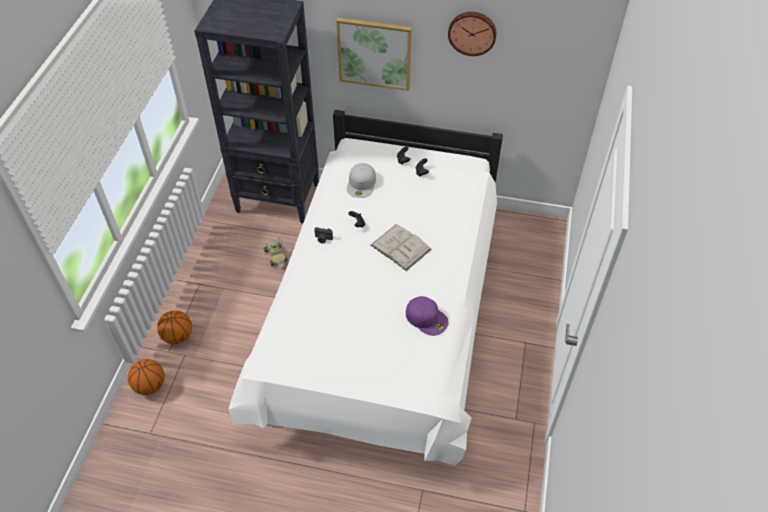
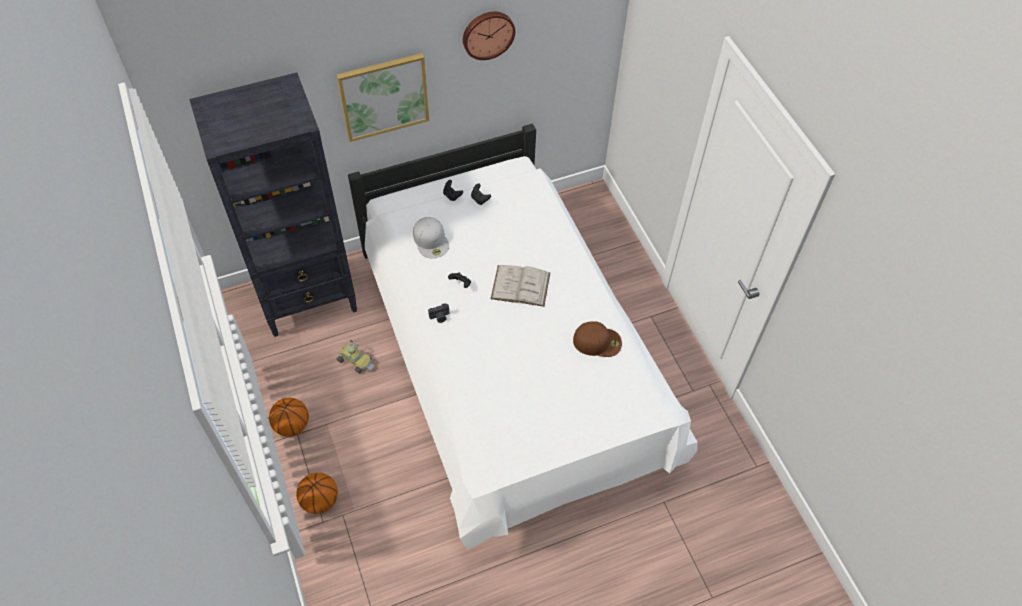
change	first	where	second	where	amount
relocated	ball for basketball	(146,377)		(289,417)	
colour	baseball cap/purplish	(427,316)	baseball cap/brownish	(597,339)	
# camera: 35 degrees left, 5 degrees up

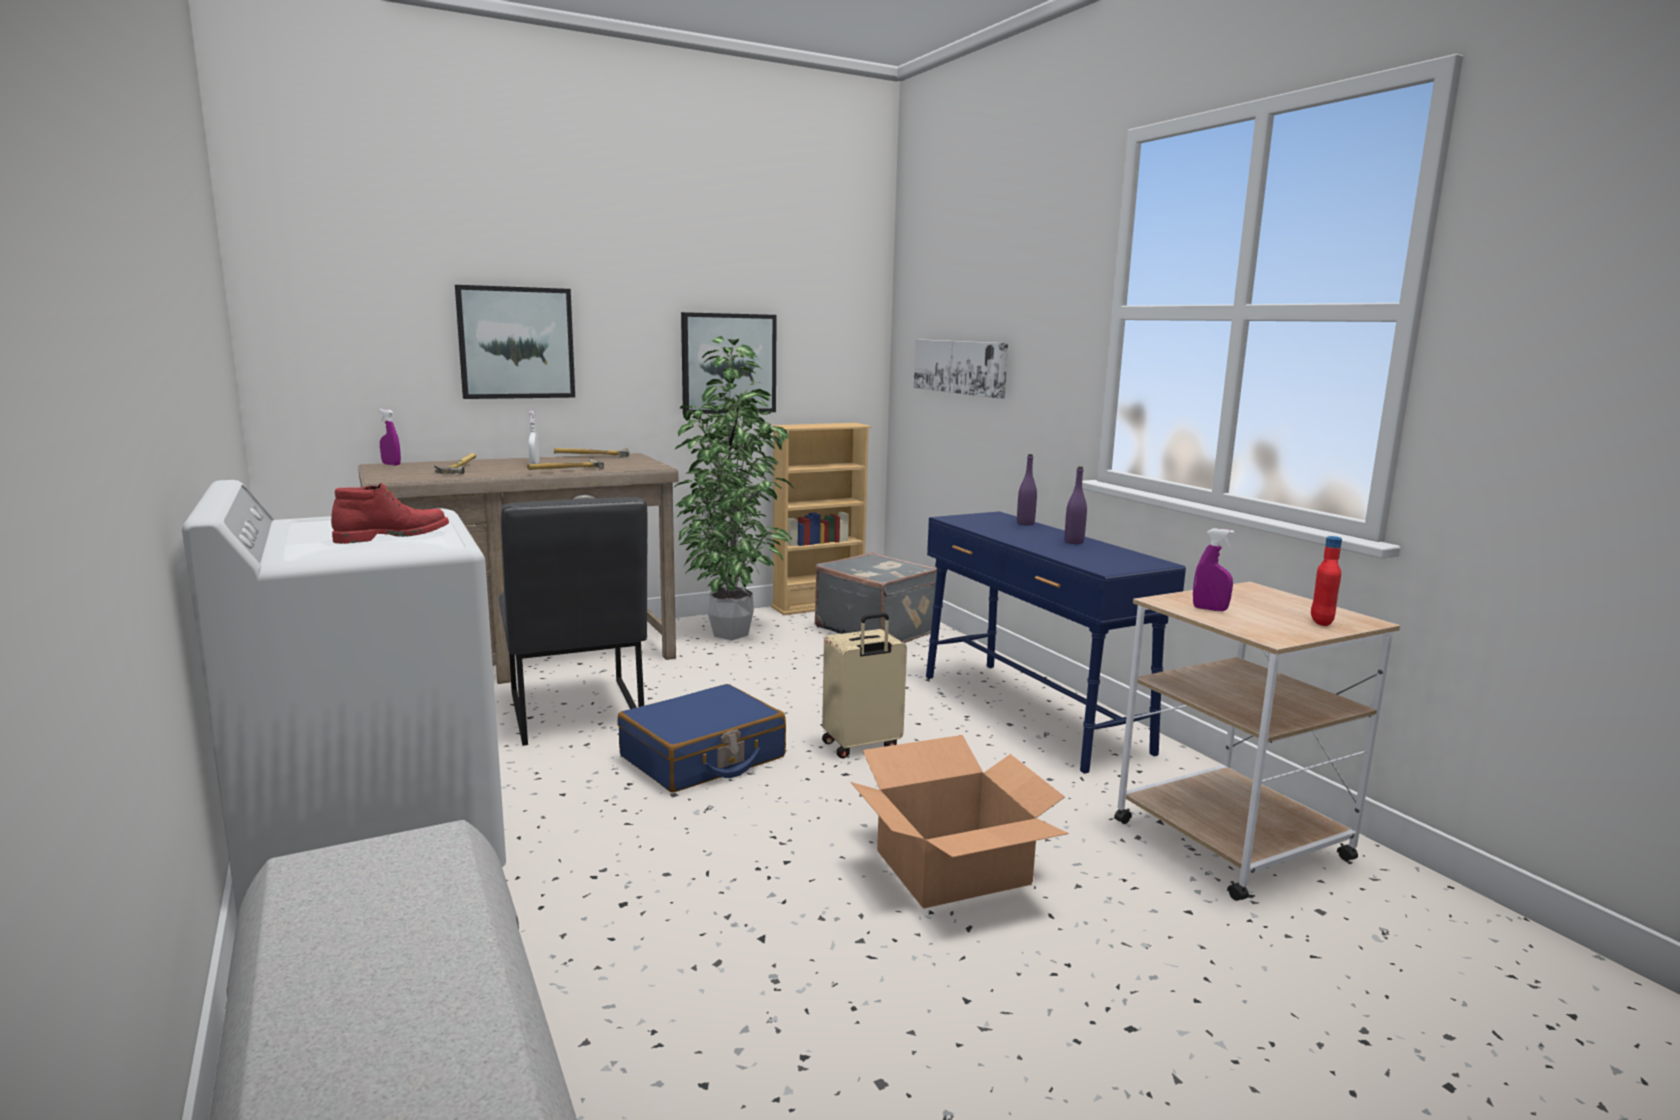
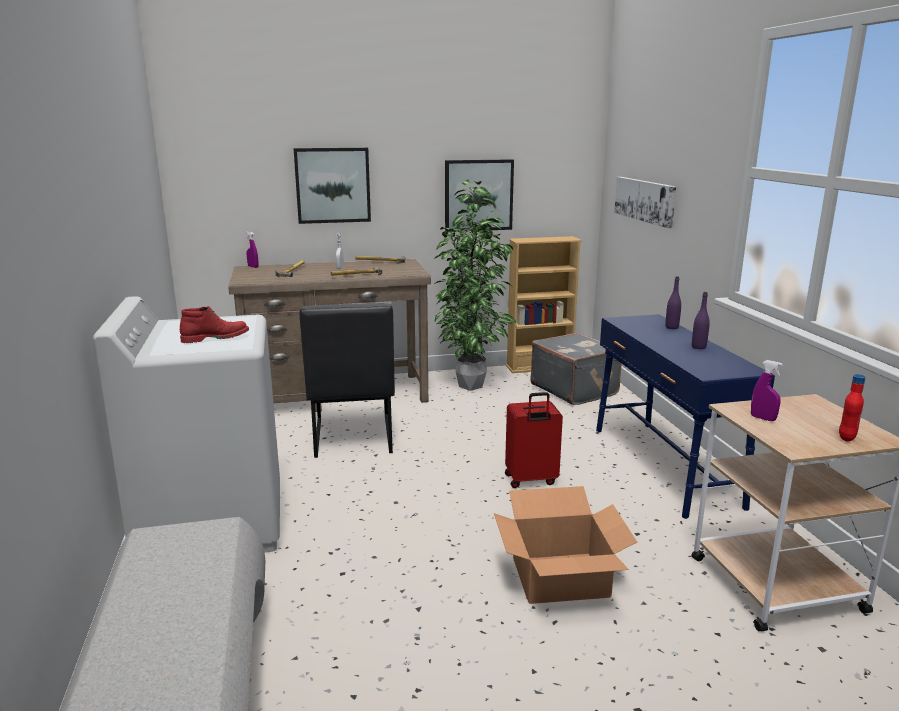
change	first	where	second	where	amount
missing	piece of luggage/bluish	(702,738)			
colour	piece of luggage/beige	(864,685)	piece of luggage/red	(534,440)	
# camera: 15 degrees right, 5 degrees up

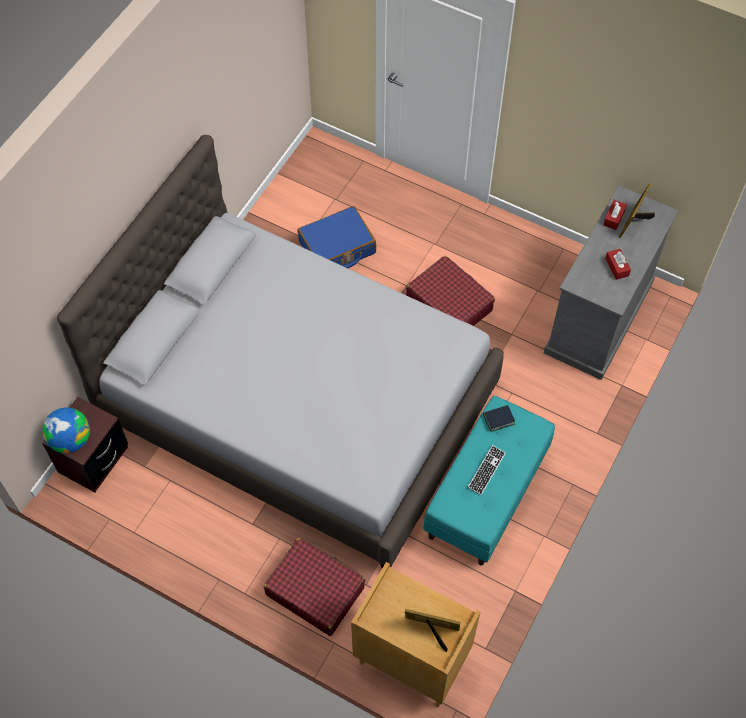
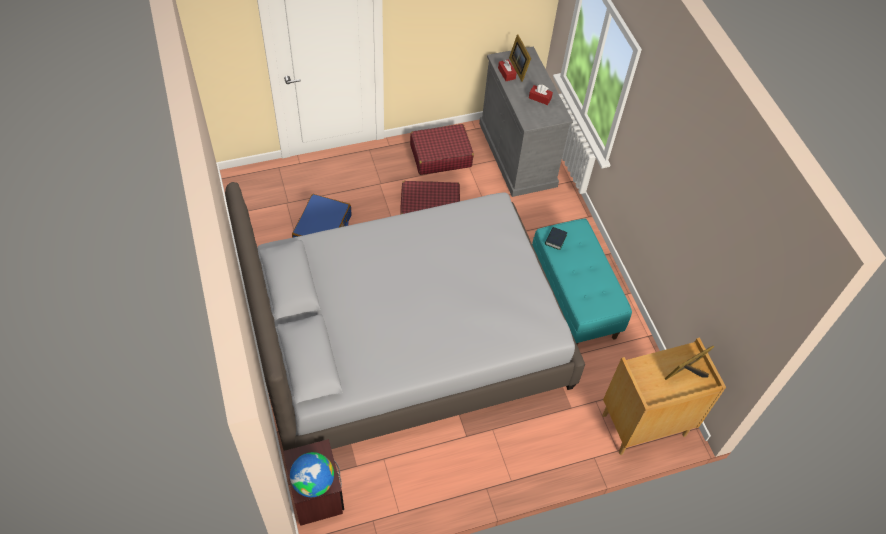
change	first	where	second	where	amount
relocated	piece of luggage/red	(314,587)		(442,149)	
missing	PC keyboard	(487,470)			
# camera: 50 degrees left, 5 degrees down

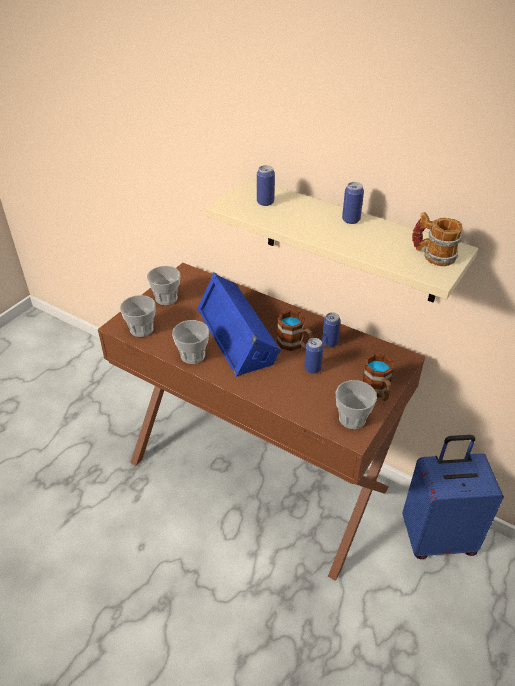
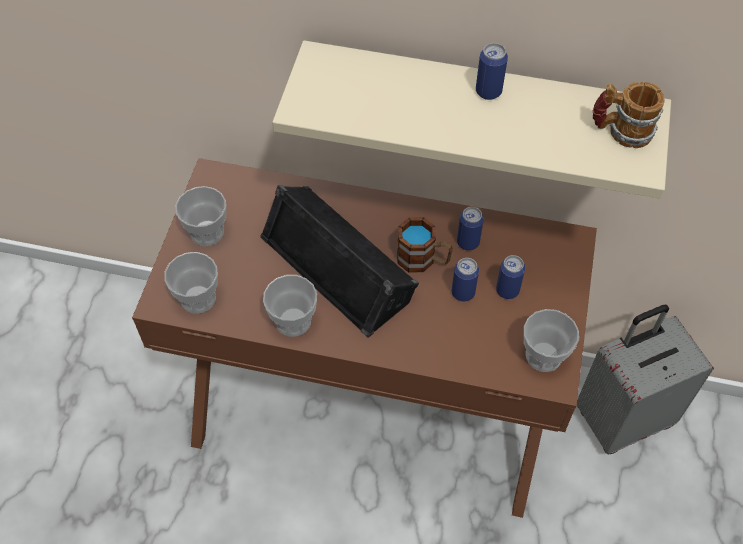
change	first	where	second	where	amount
colour	loudspeaker/bluish	(239,324)	loudspeaker/blackish	(339,261)	
relocated	can	(266,185)		(510,277)	
missing	coffee mug	(378,377)			
colour	piece of luggage/bluish	(453,497)	piece of luggage/grey	(645,379)	
# camera: 20 degrees left, 15 degrees up

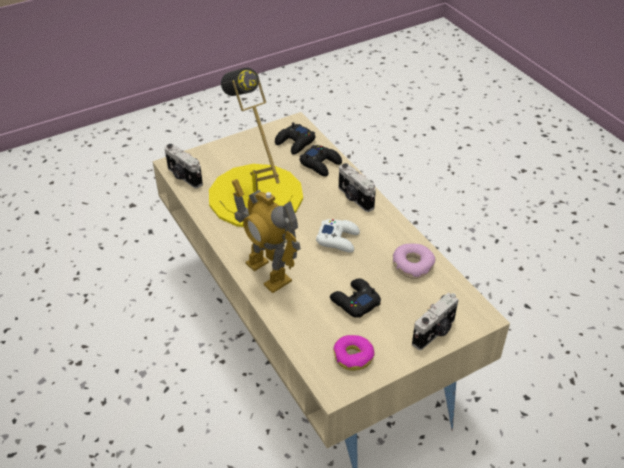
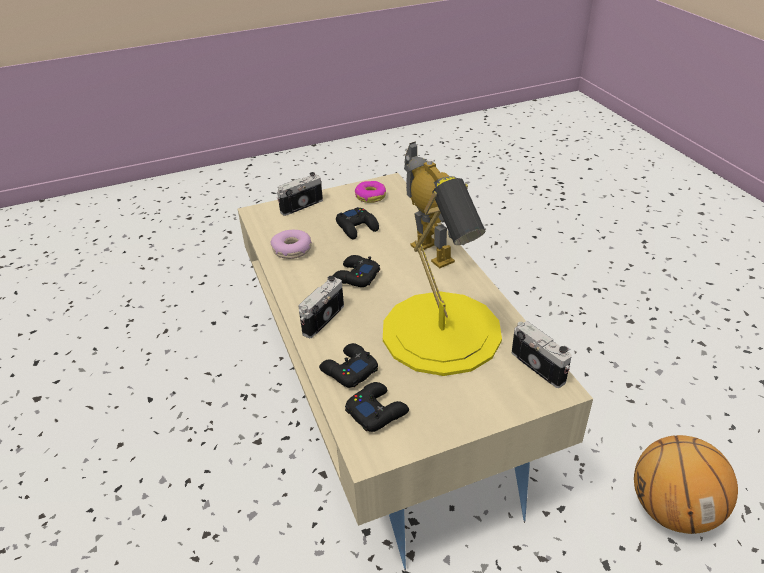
change	first	where	second	where	amount
colour	joypad/white	(338,236)	joypad/blackish	(356,271)	
spun	still camera	(357,187)		(321,307)	120 degrees counterclockwise
appeared			ball for basketball	(686,484)	
# camera: 170 degrees left, 5 degrees down

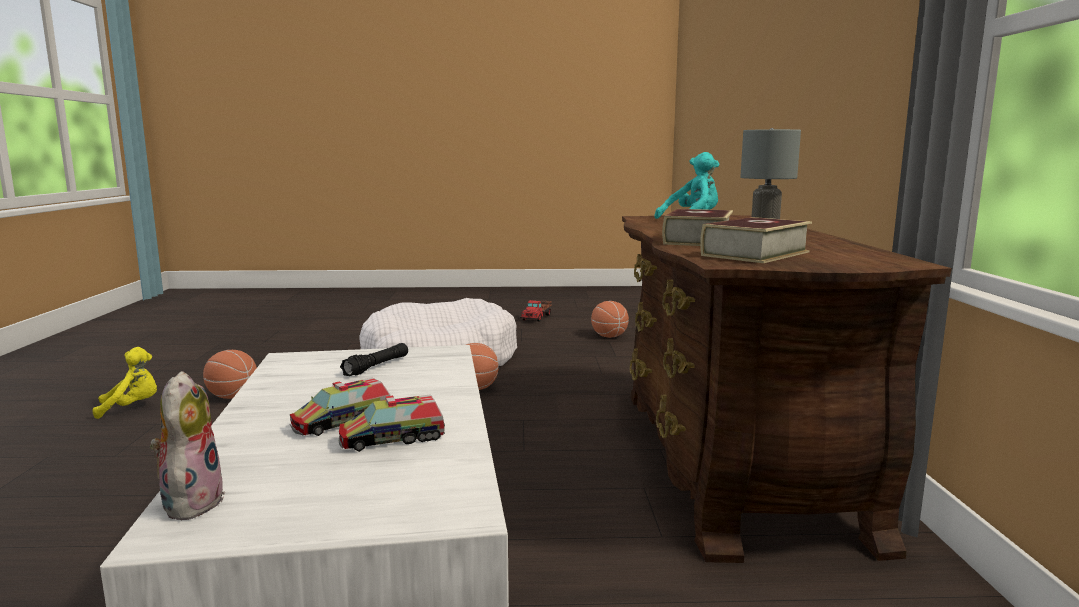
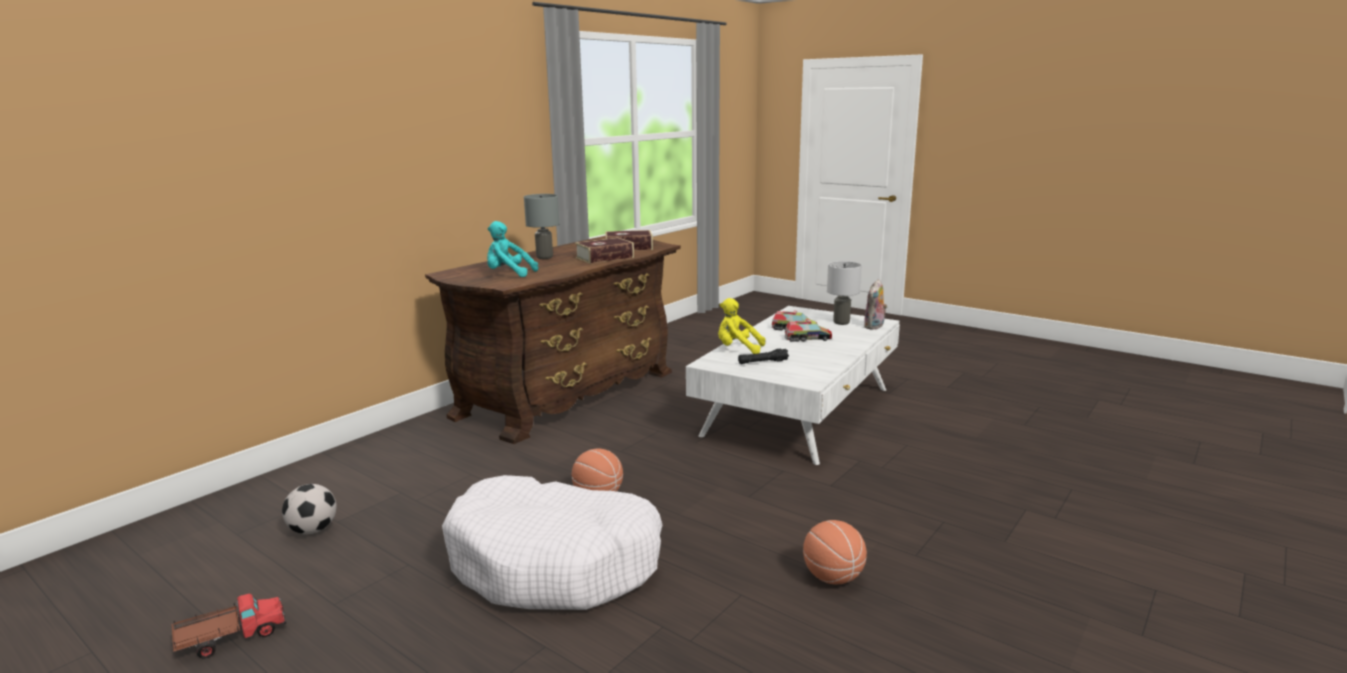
change	first	where	second	where	amount
relocated	cuddly toy/yellow	(124,383)		(742,326)	
exchanged	ball for basketball	(610,319)	football ball	(309,509)	
appeared			lamp for a table/white	(844,293)	
# camera: 140 degrees left, 5 degrees up

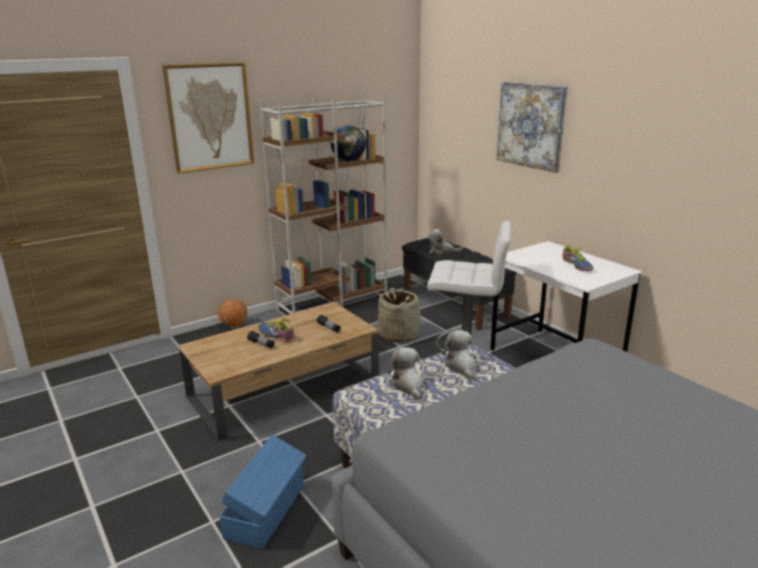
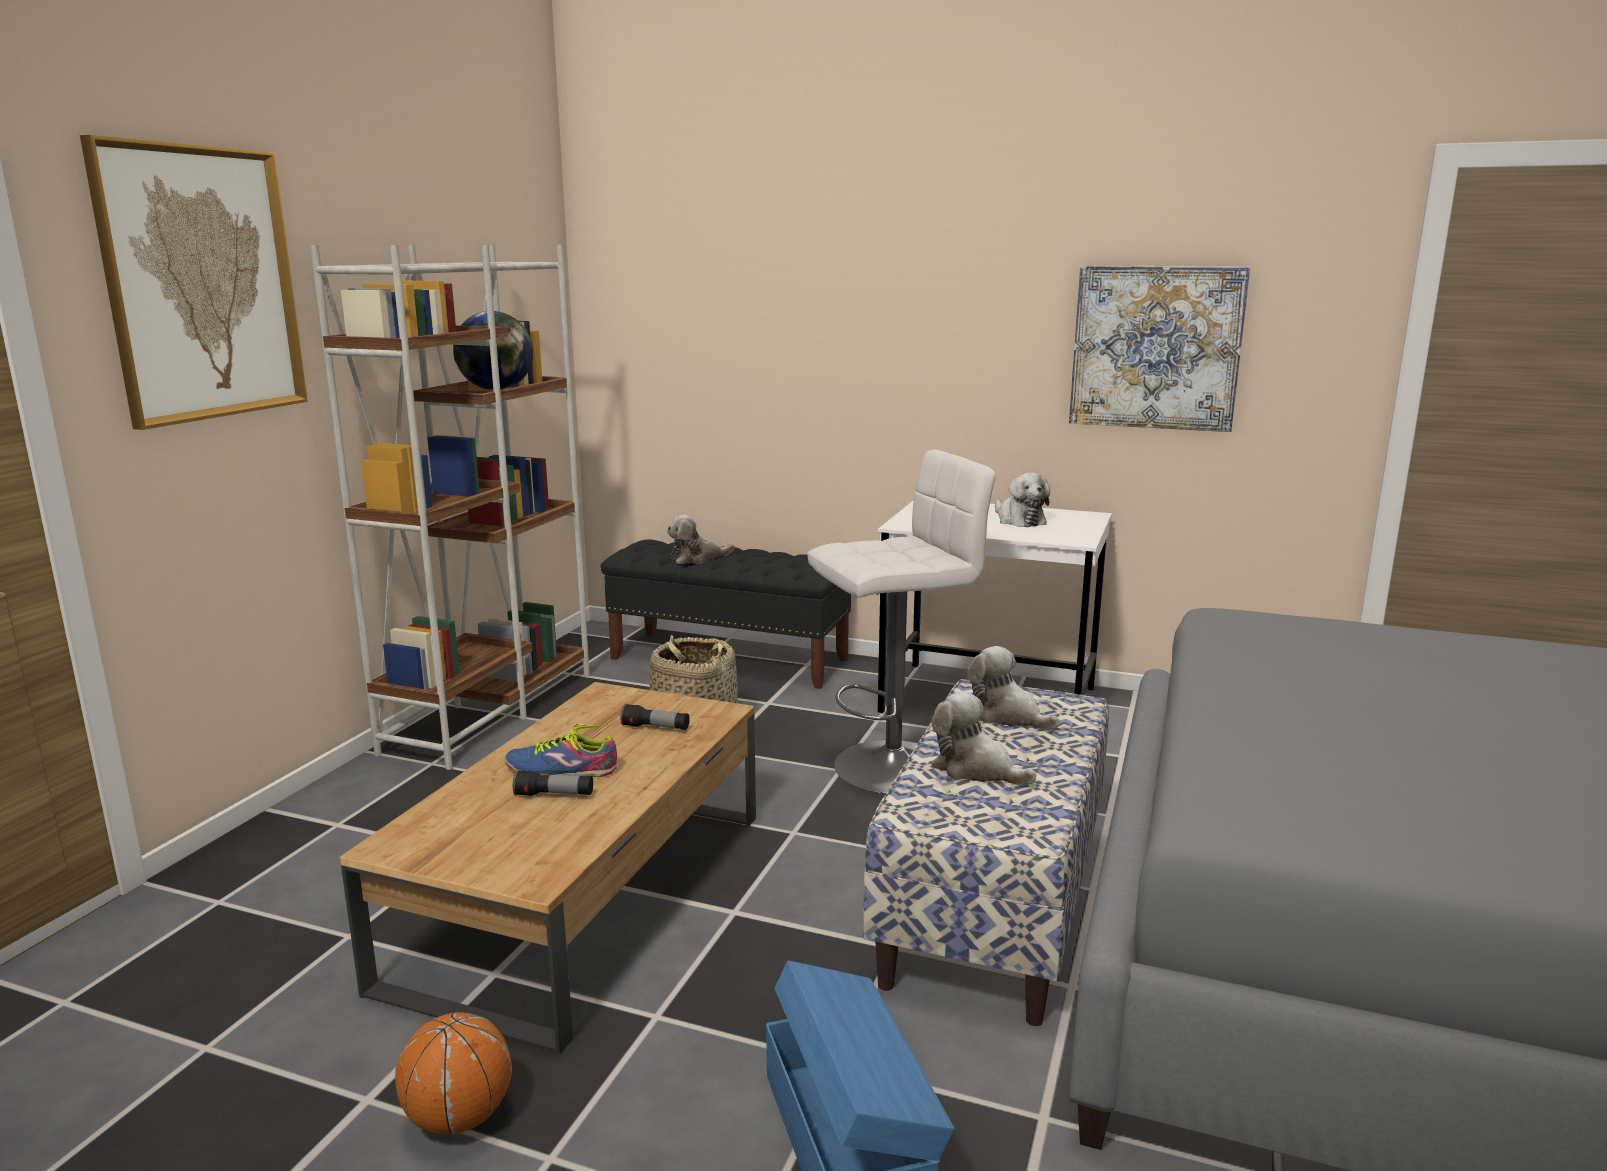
change	first	where	second	where	amount
relocated	ball for basketball	(232,312)		(453,1073)	
relocated	wall picture	(532,127)		(1159,348)	
exchanged	shoe	(578,258)	cuddly toy	(1022,499)	
# camera: 35 degrees left, 5 degrees down

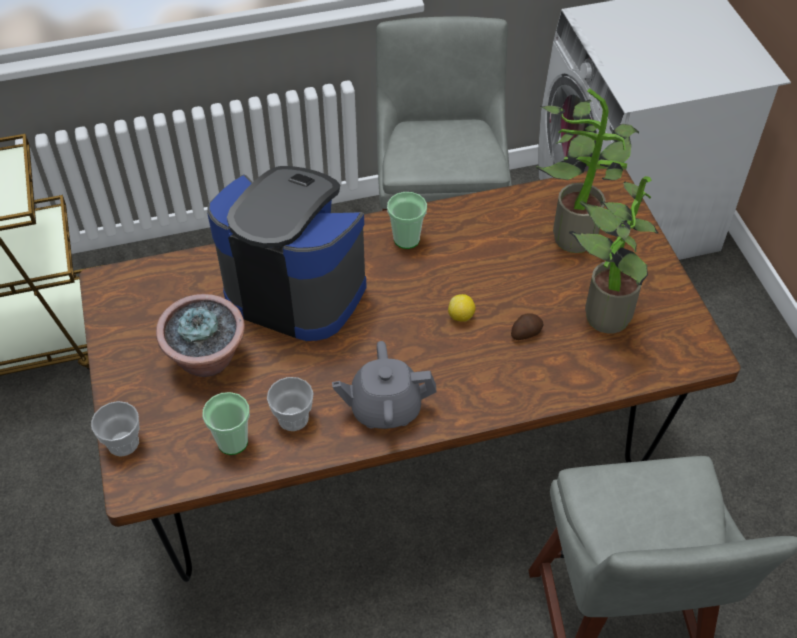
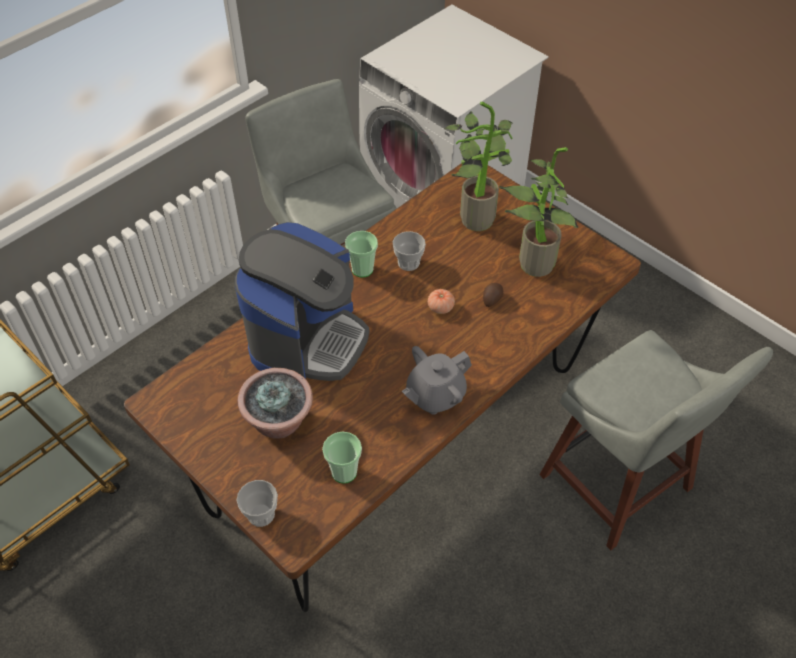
change	first	where	second	where	amount
spun	coffee maker	(287,253)		(301,301)	120 degrees clockwise
relocated	cup	(290,404)		(409,251)	
exchanged	lemon	(462,308)	tomato	(441,301)	
# camera: 30 degrees left, 0 degrees up

